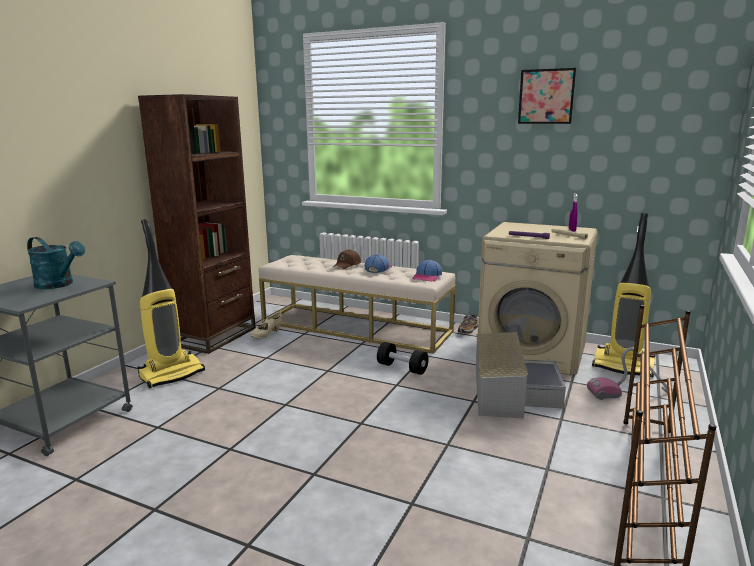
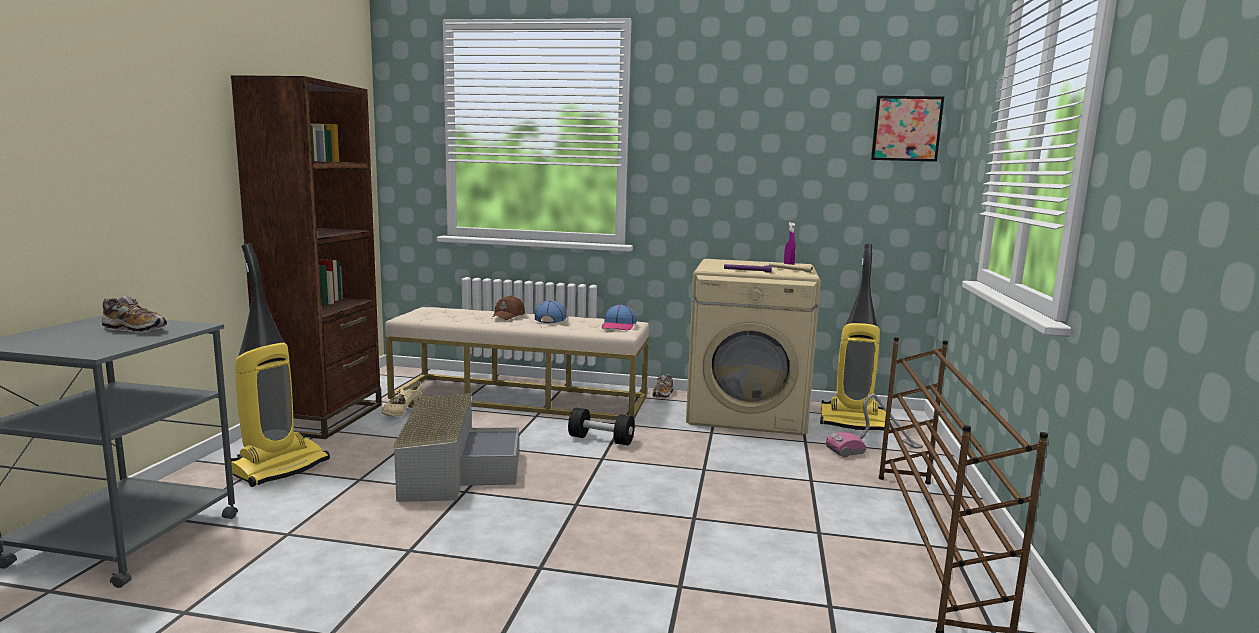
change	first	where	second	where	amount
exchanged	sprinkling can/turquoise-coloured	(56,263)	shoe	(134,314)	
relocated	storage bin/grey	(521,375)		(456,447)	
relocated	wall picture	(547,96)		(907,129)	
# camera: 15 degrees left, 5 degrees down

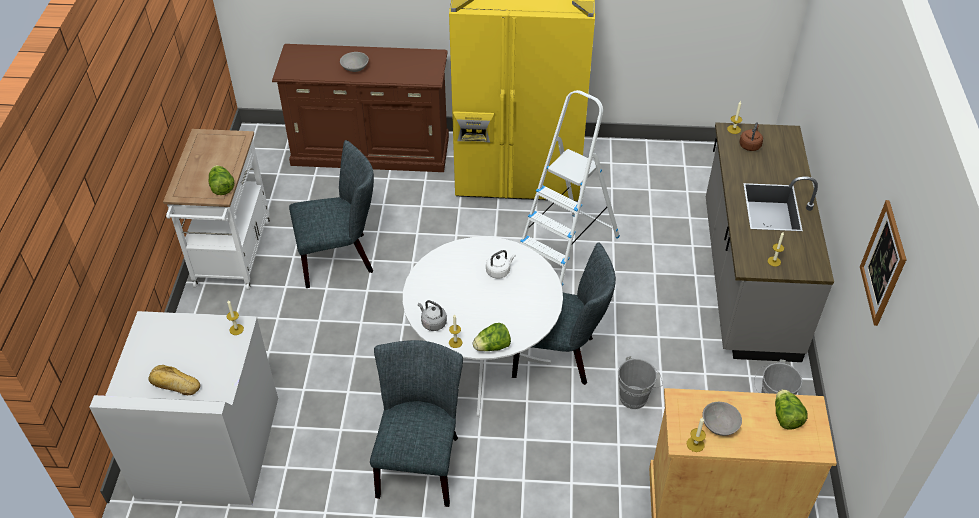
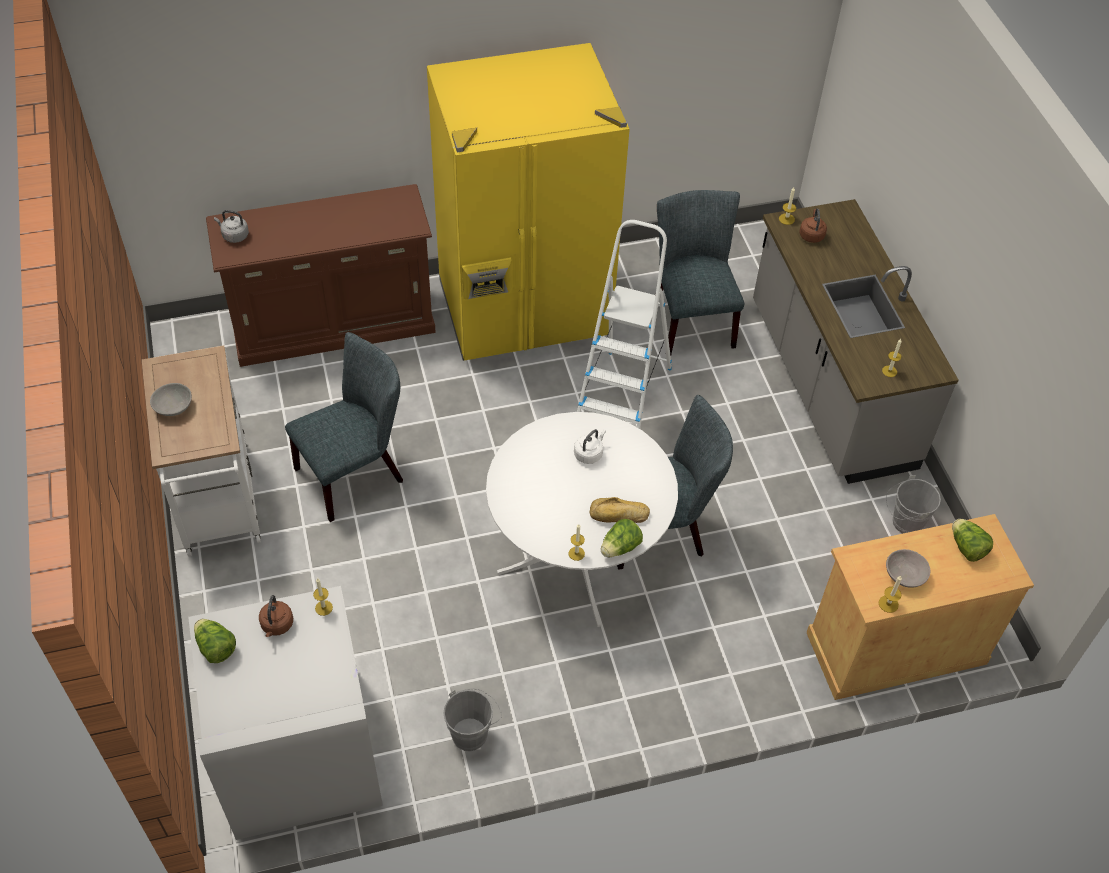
change	first	where	second	where	amount
relocated	baked bread	(174,380)		(619,510)	
relocated	lettuce	(221,180)		(215,641)	
relocated	bowl/grey	(354,62)		(171,399)	
relocated	plain chair/grey	(416,423)		(699,273)	
relocated	water kettle/grey	(432,315)		(231,226)	
relocated	water bucket/grey	(640,382)		(472,720)	
missing	wall picture	(883,263)			
appeared			water kettle/brownish	(276,616)	
# camera: 20 degrees left, 5 degrees up

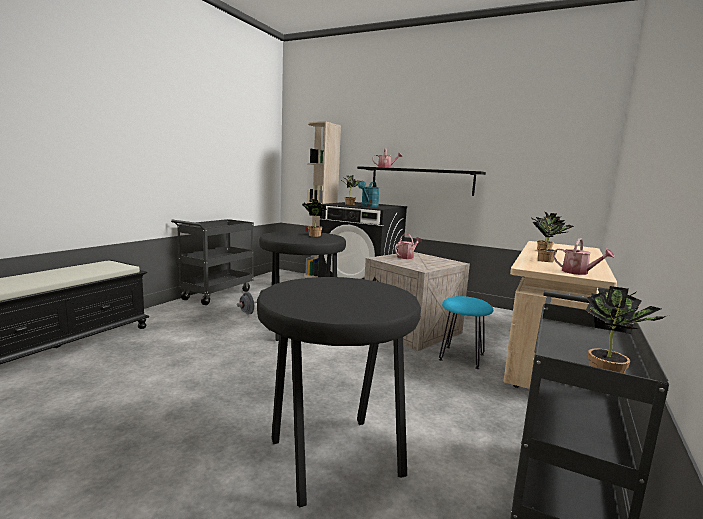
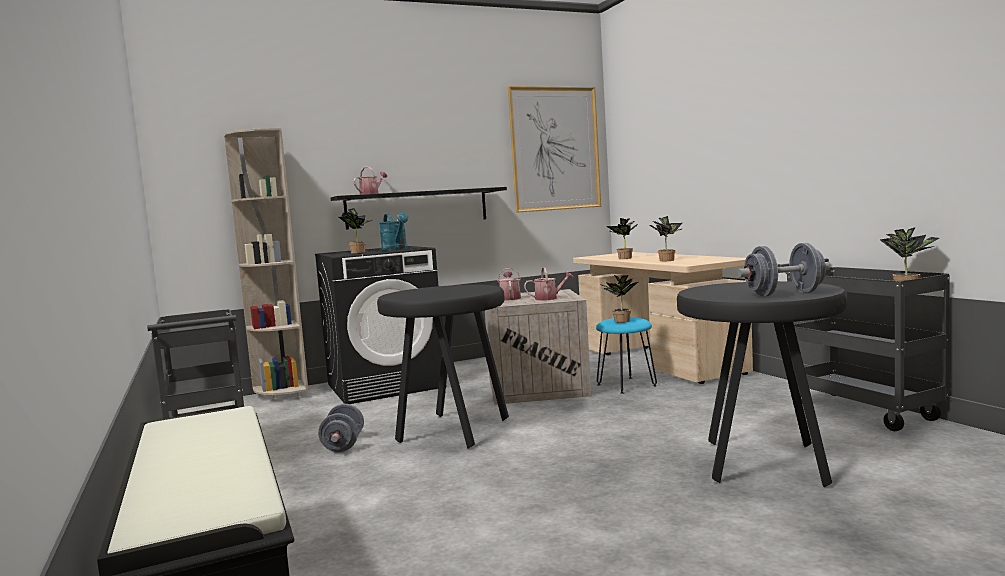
change	first	where	second	where	amount
relocated	potted plant	(314,217)		(619,299)	
relocated	sprinkling can	(584,256)		(549,284)	
appeared			wall picture	(554,149)	
appeared			hand weight/grey	(784,269)	
# camera: 50 degrees left, 5 degrees down

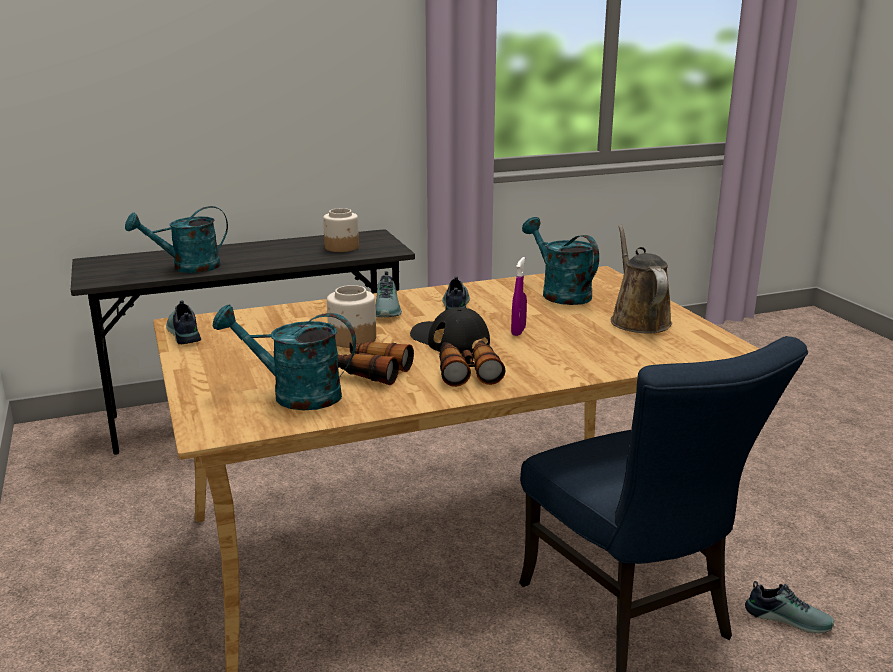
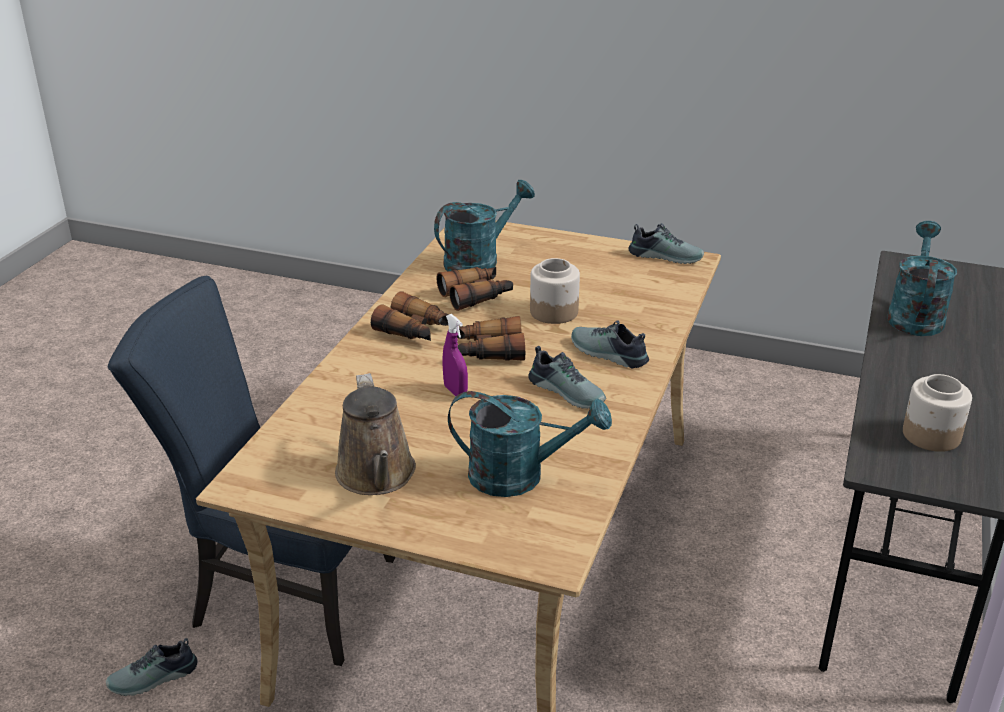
change	first	where	second	where	amount
exchanged	baseball cap/blackish	(450,330)	field glasses	(491,338)	
spun	sprinkling can/brownish	(641,279)		(375,434)	45 degrees clockwise
# camera: 130 degrees right, 10 degrees up

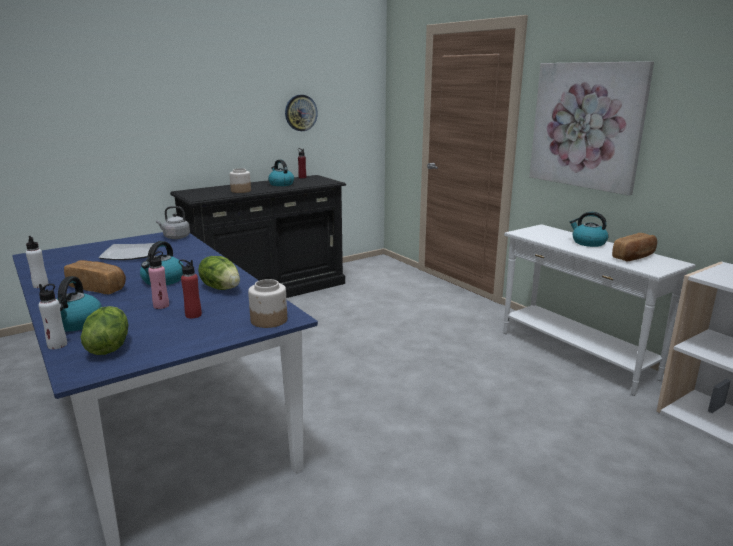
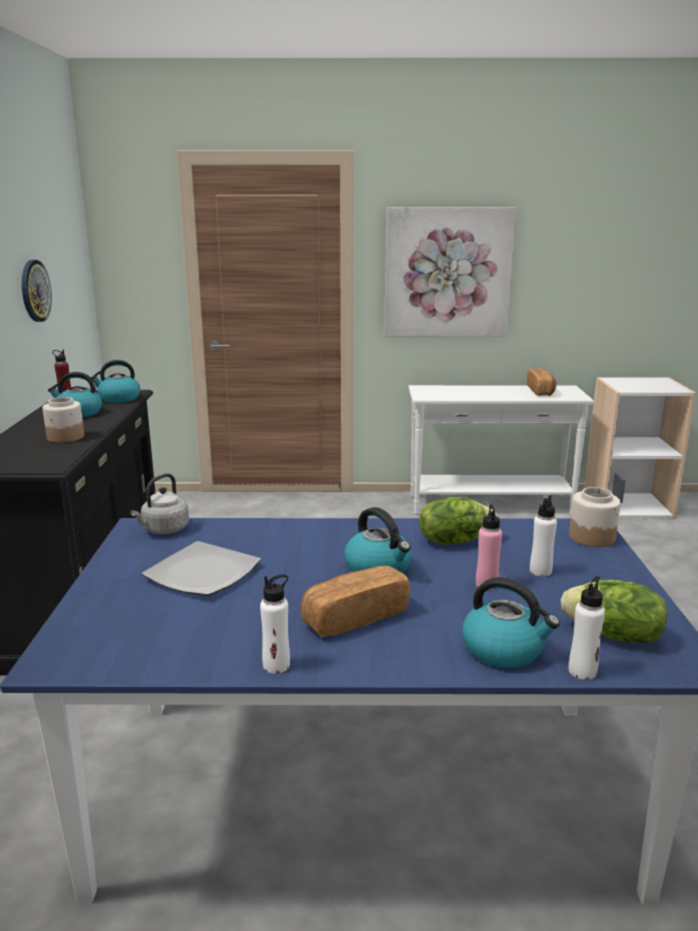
change	first	where	second	where	amount
colour	bottle/red	(190,289)	bottle/white	(543,536)	
relocated	water kettle	(589,229)		(115,381)	
# camera: 55 degrees left, 0 degrees up

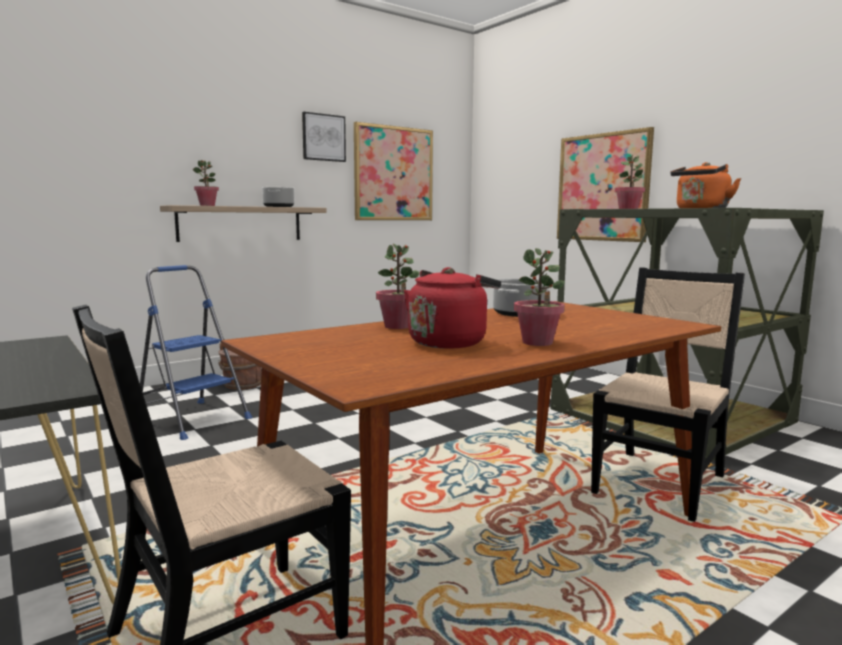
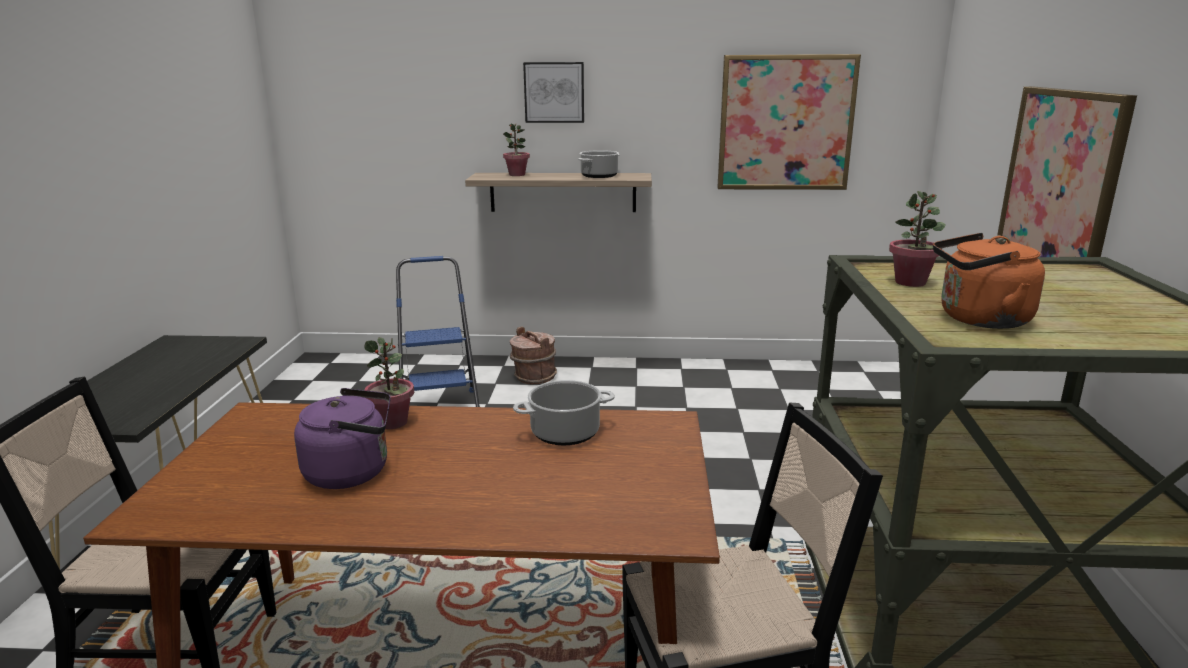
change	first	where	second	where	amount
relocated	wall picture	(324,137)		(553,92)	
colour	water kettle/red	(452,308)	water kettle/purplish	(342,438)	
missing	potted plant	(539,297)			
# camera: 40 degrees right, 10 degrees up

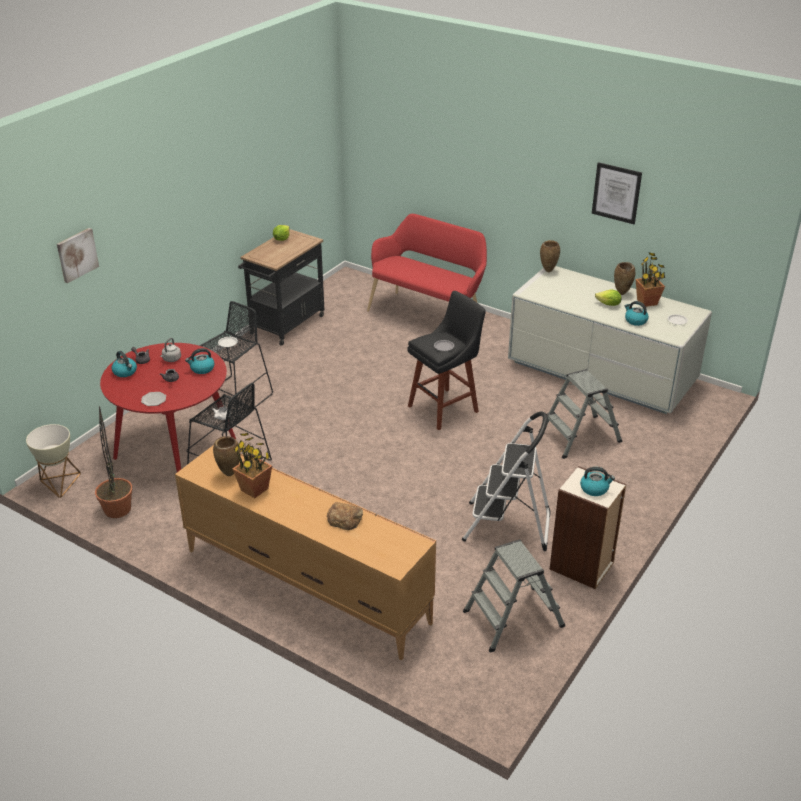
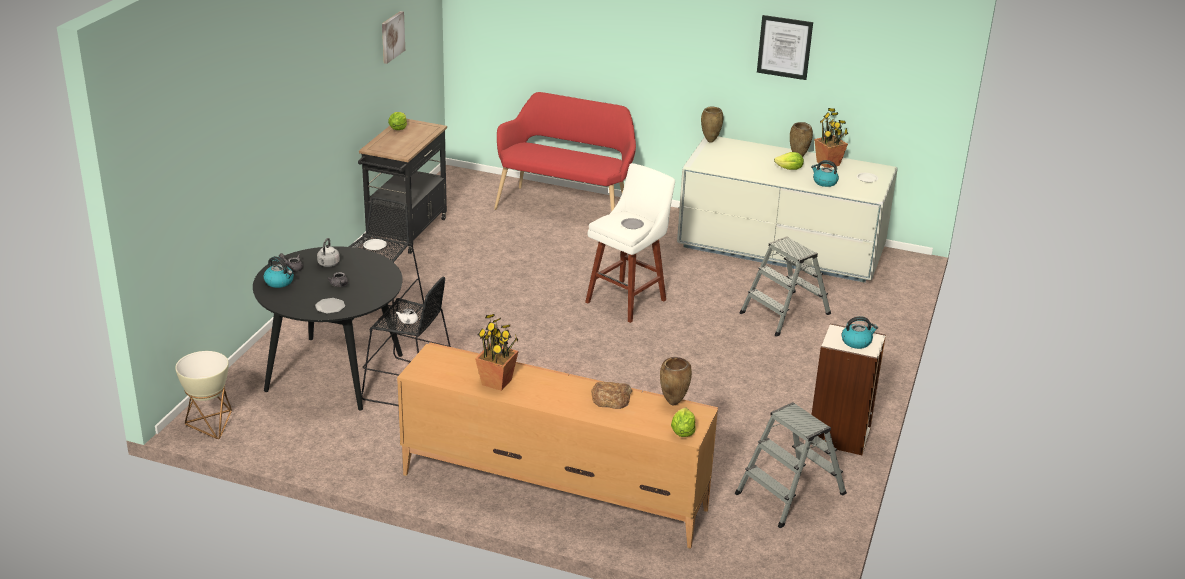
change	first	where	second	where	amount
relocated	wall picture	(78,255)		(393,37)	
missing	potted plant	(113,462)			
colour	dinner table/red	(168,407)	dinner table/blackish	(328,328)	
missing	water kettle	(200,361)			
relocated	vase/brownish	(226,456)		(676,381)	
colour	stool/blackish	(446,360)	stool/white	(630,243)	
missing	step stool	(506,481)			
appeared			lettuce	(683,422)	
# camera: 15 degrees left, 5 degrees down

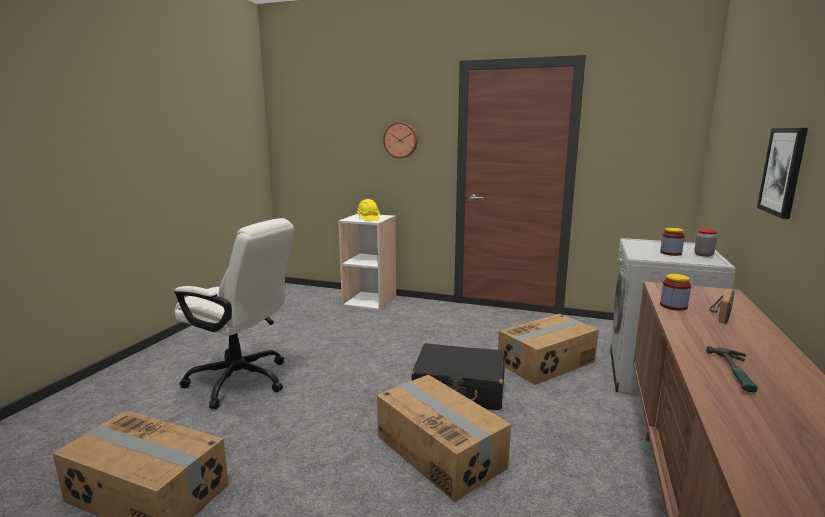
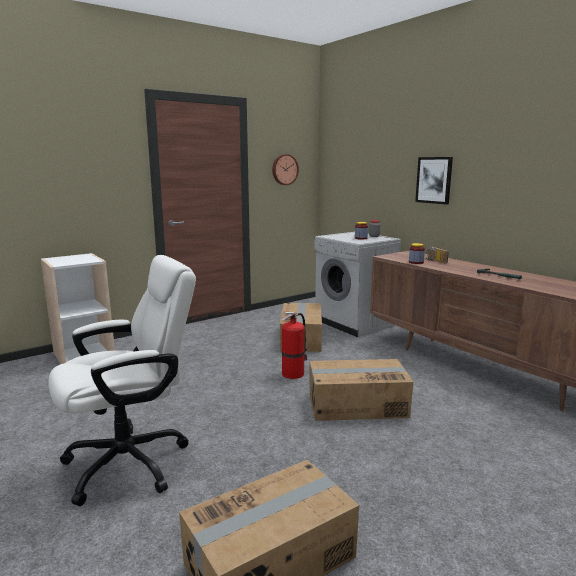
change	first	where	second	where	amount
missing	safety helmet/yellow	(368,210)			
relocated	clock on the wall	(400,140)		(285,169)	
exchanged	piece of luggage/blackish	(458,376)	extinguisher	(295,345)	
# camera: 55 degrees left, 0 degrees up

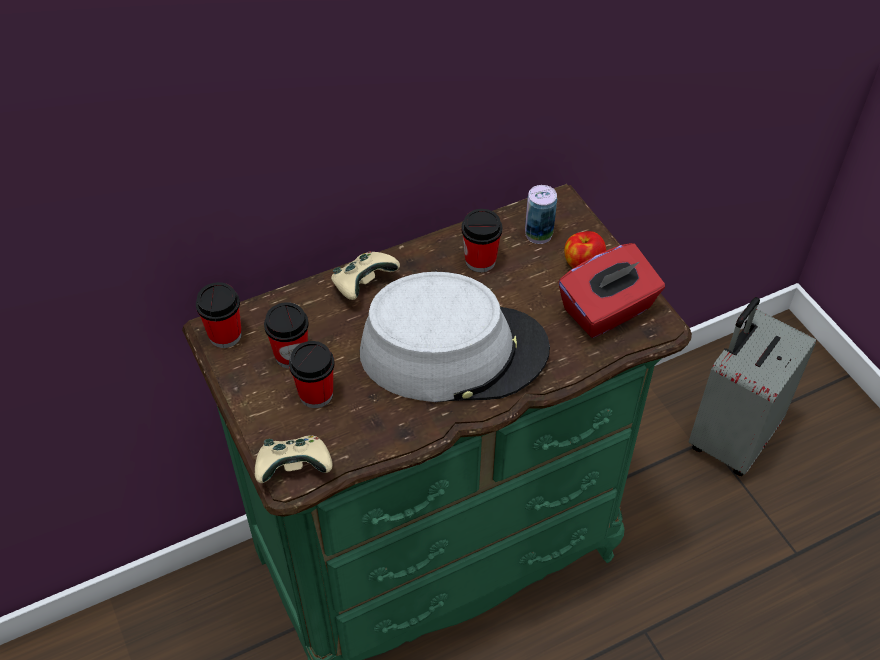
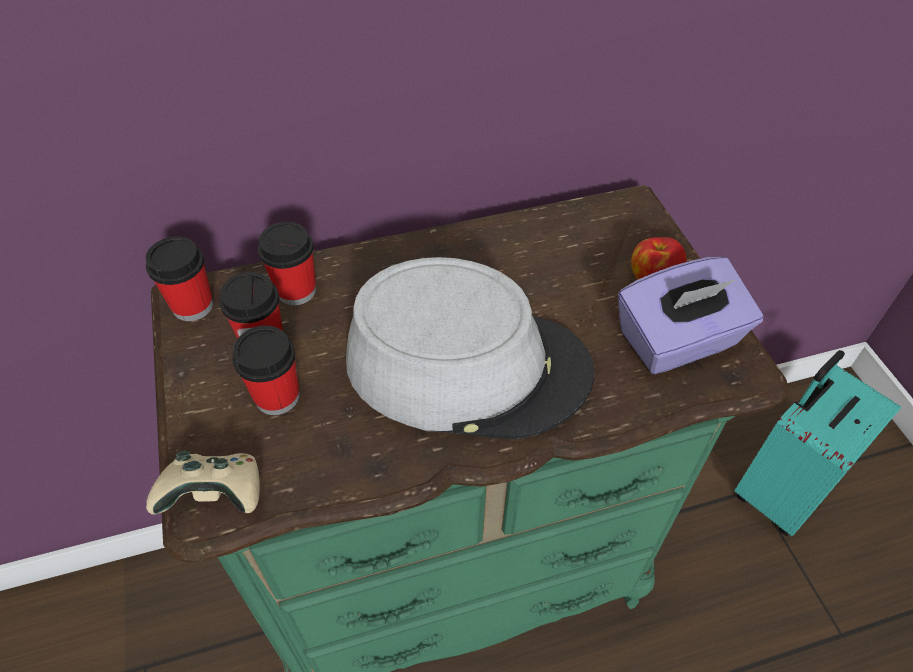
change	first	where	second	where	amount
missing	joypad/beige	(365,275)			
relocated	cup	(481,240)		(287,264)	
missing	can	(541,214)			
colour	box of tissues/red	(611,290)	box of tissues/purplish	(691,315)	
colour	piece of luggage/grey	(753,386)	piece of luggage/turquoise-coloured	(817,443)	
# camera: 10 degrees right, 0 degrees up

